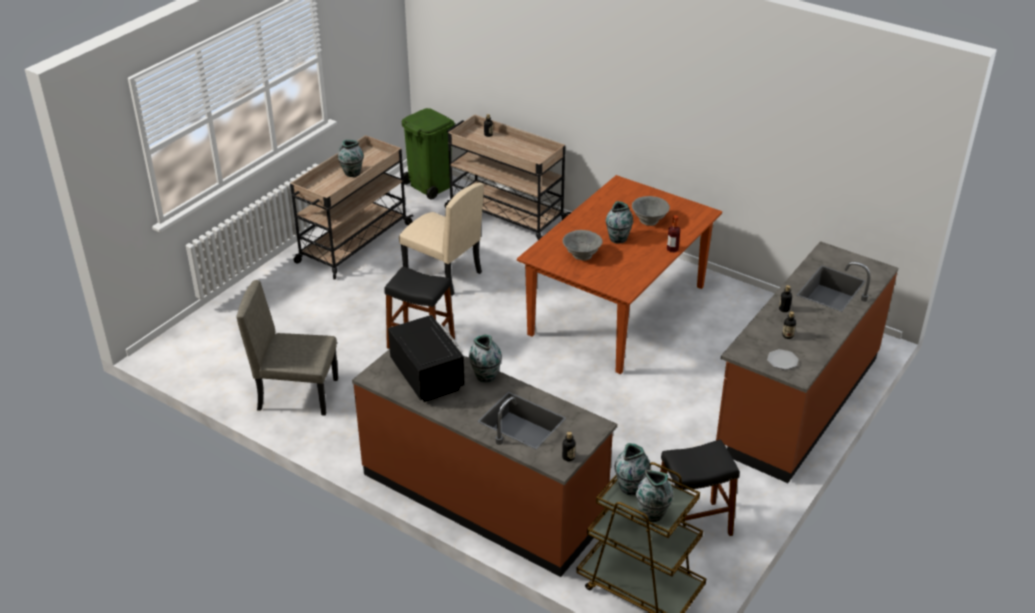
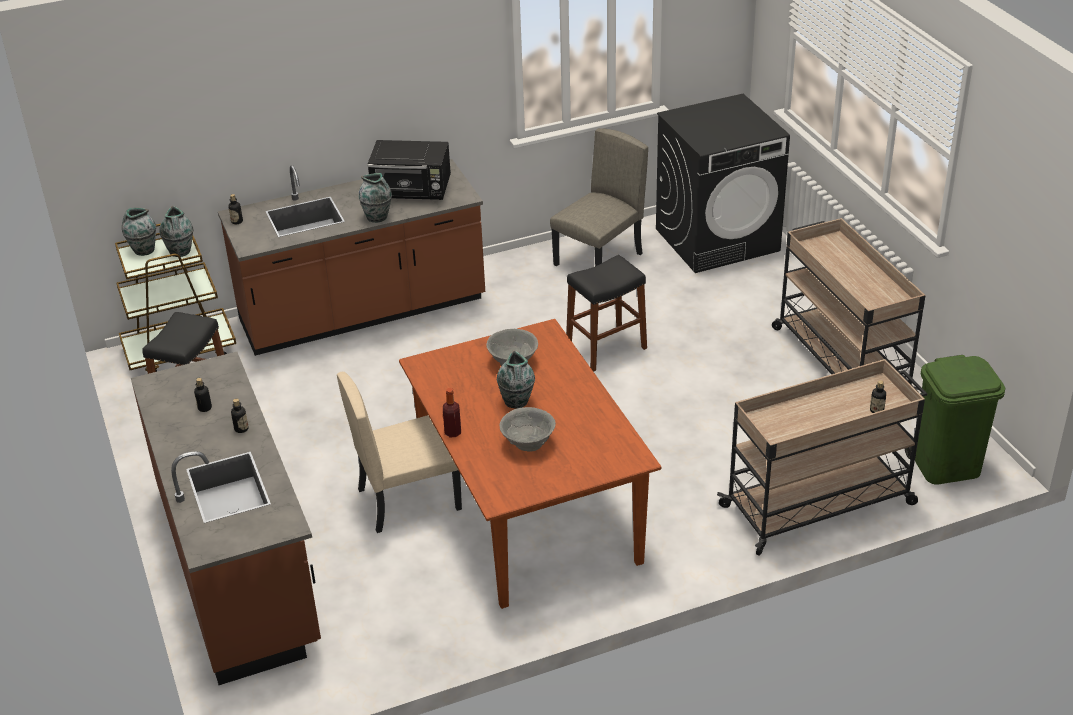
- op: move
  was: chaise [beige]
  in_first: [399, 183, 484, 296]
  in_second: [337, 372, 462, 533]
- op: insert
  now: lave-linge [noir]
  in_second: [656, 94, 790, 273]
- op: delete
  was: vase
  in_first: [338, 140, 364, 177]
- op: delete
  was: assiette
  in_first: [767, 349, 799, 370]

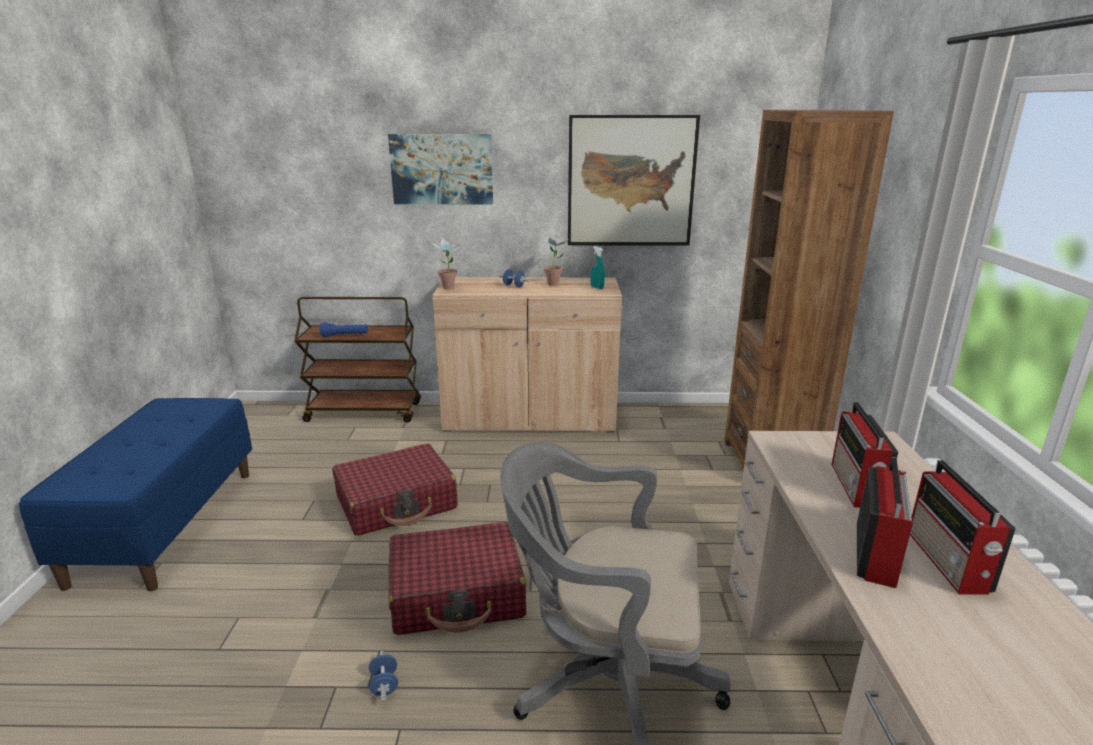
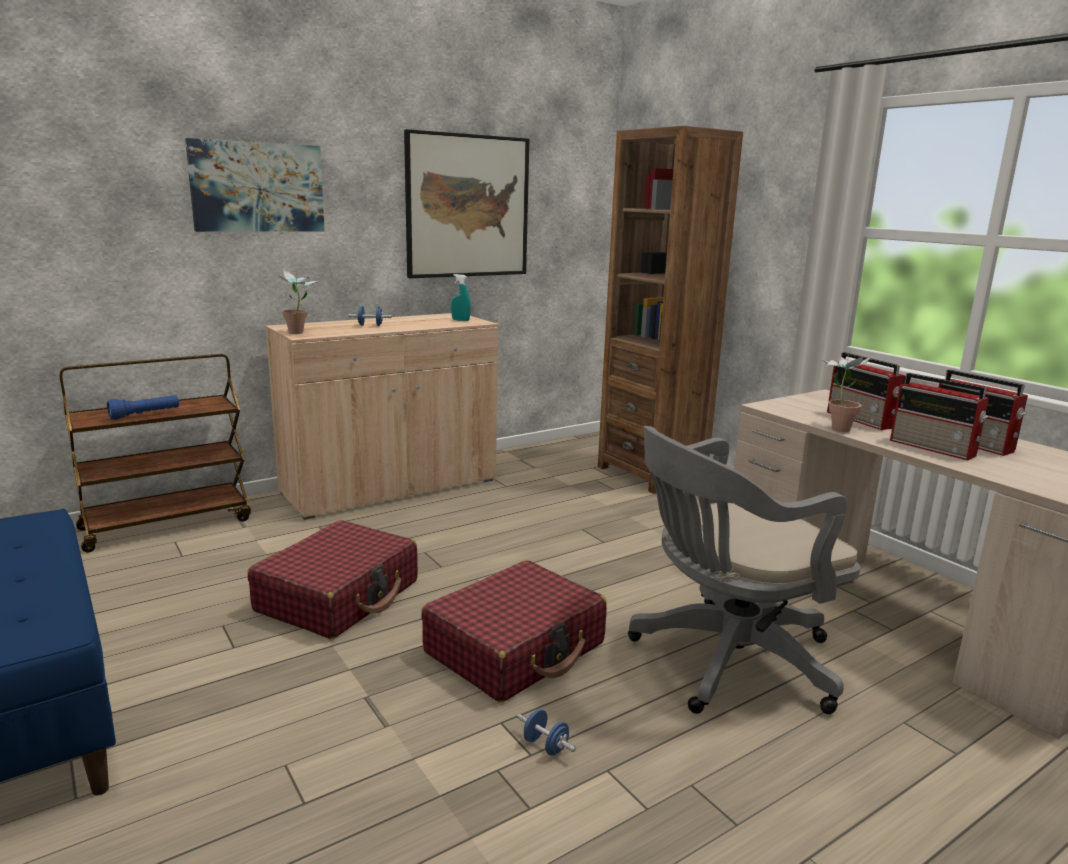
- op: move
  was: plante en pot
  in_first: [541, 234, 568, 286]
  in_second: [822, 351, 872, 432]
- op: rotate
  was: radio
  in_first: [857, 457, 913, 588]
  in_second: [890, 373, 989, 461]
  clockwise: 150

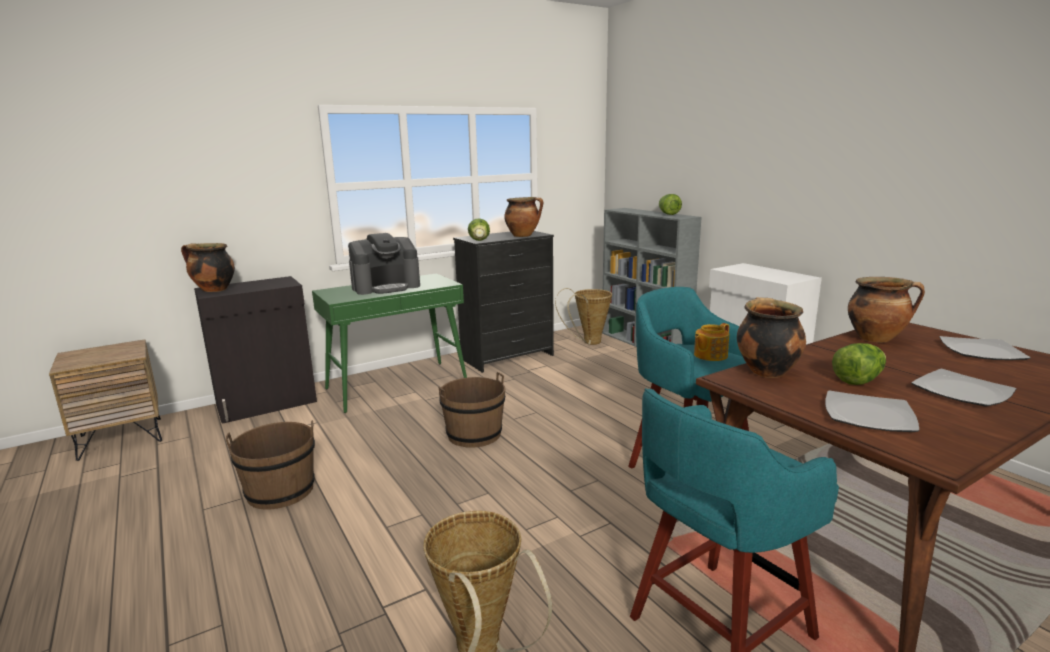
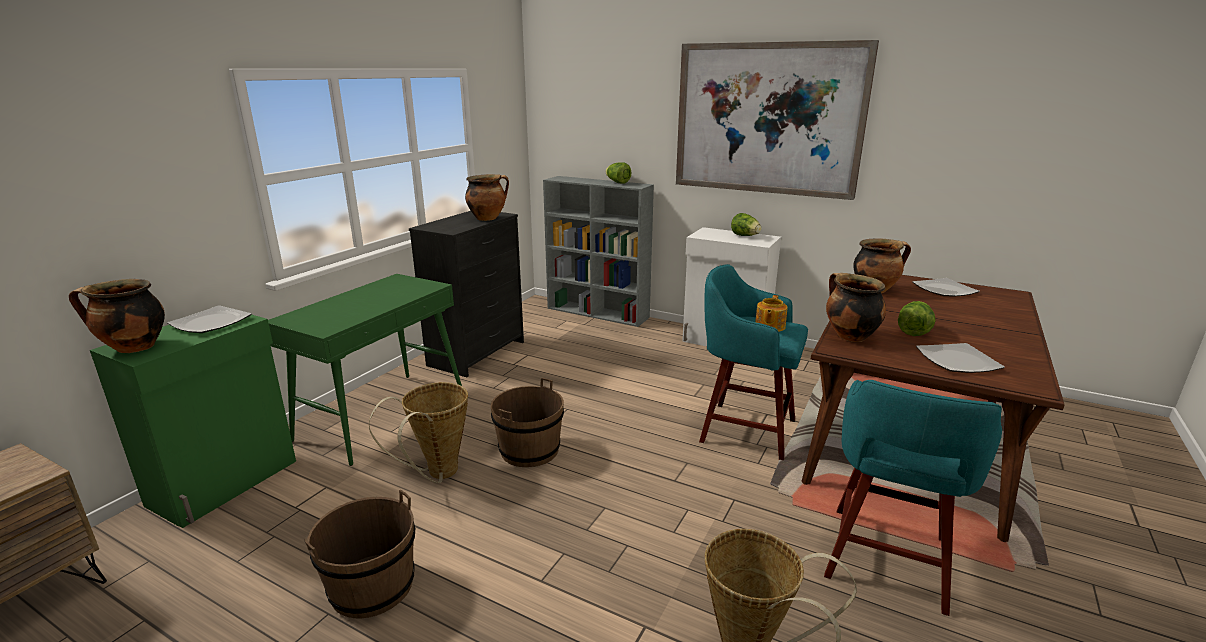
- op: recolor
  was: meuble de rangement [noir]
  now: meuble de rangement [vert]
  in_first: [194, 276, 317, 424]
  in_second: [90, 315, 296, 528]
- op: move
  was: assiette
  in_first: [911, 369, 1016, 406]
  in_second: [167, 305, 252, 333]
- op: move
  was: panier
  in_first: [555, 288, 612, 345]
  in_second: [369, 382, 468, 483]
- op: insert
  now: tableau
  in_second: [676, 40, 879, 200]
- op: move
  was: laitue
  in_first: [468, 218, 490, 241]
  in_second: [731, 213, 762, 236]
- op: delete
  was: machine à café
  in_first: [348, 233, 420, 295]

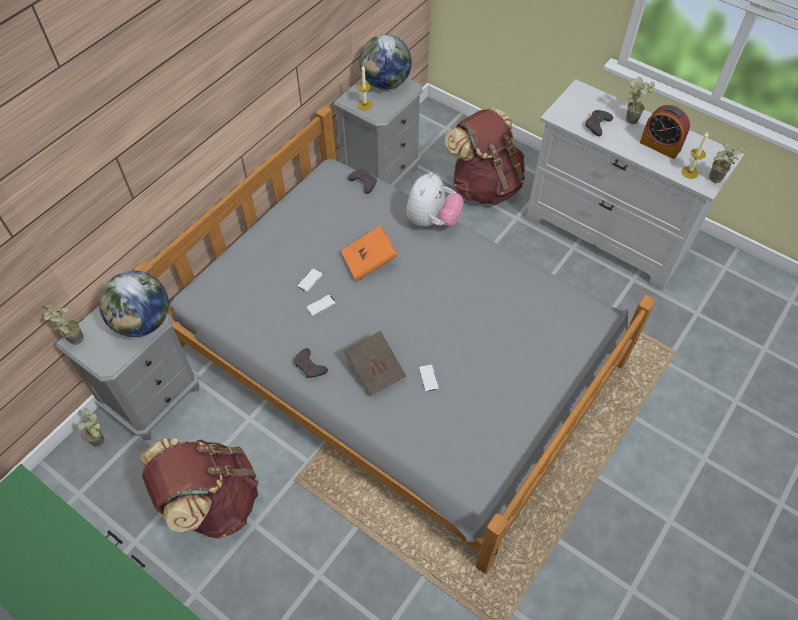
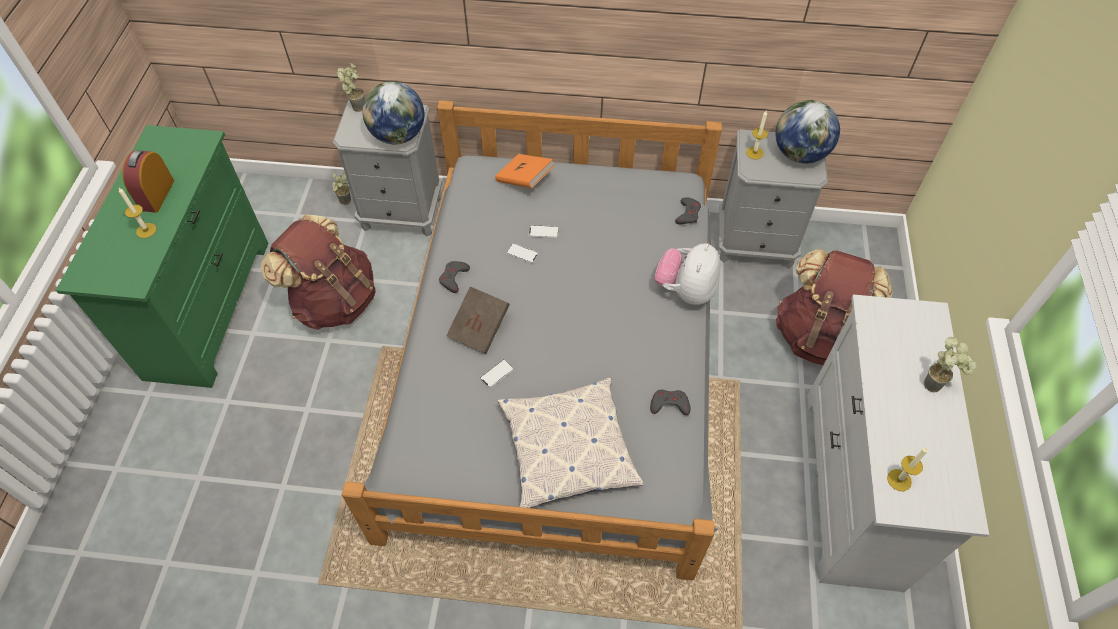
- op: insert
  now: bougie
  in_second: [119, 188, 156, 238]
- op: move
  was: réveil
  in_first: [640, 105, 690, 159]
  in_second: [123, 150, 174, 213]
- op: move
  was: livre [orange]
  in_first: [341, 225, 398, 281]
  in_second: [495, 154, 555, 188]
- op: insert
  now: coussin
  in_second: [498, 378, 644, 508]
- op: move
  was: manette [gris]
  in_first: [585, 110, 613, 136]
  in_second: [650, 390, 690, 415]
- op: rotate
  was: peluche
  in_first: [406, 172, 464, 227]
  in_second: [655, 243, 720, 305]
  clockwise: 120
- op: delete
  was: plante en pot
  in_first: [709, 143, 747, 183]

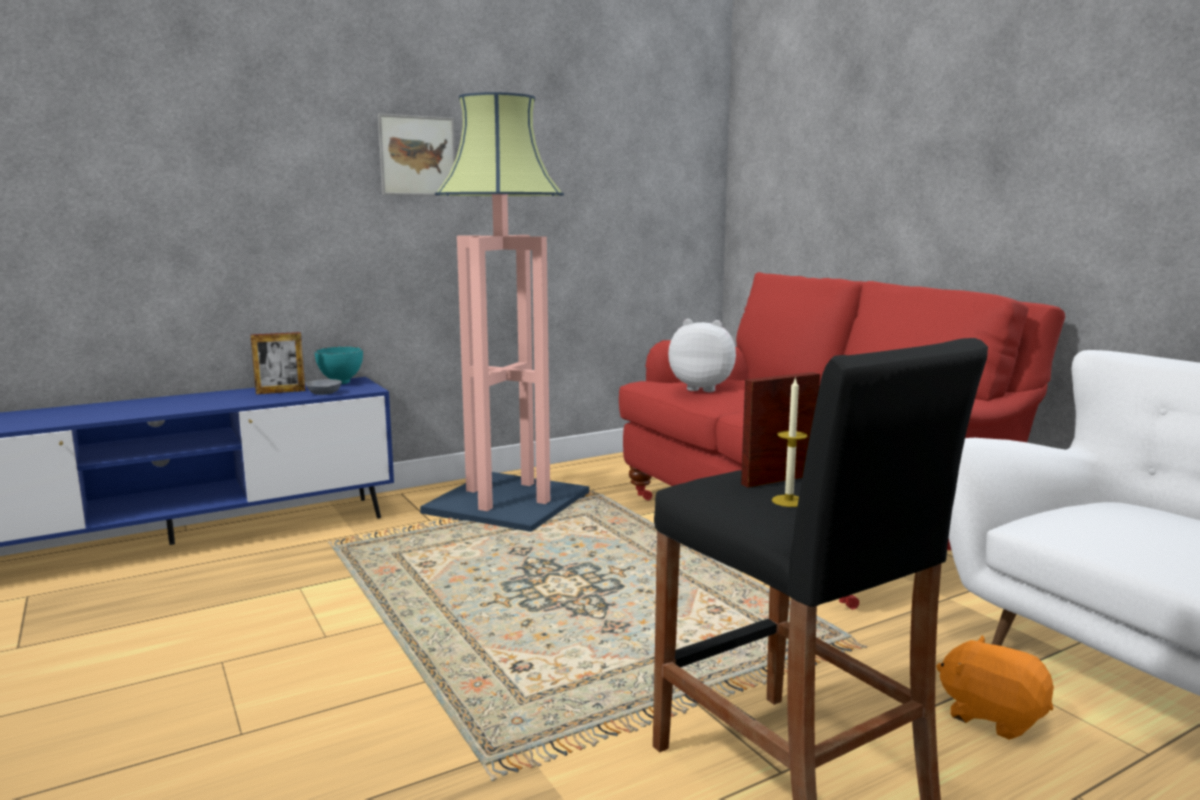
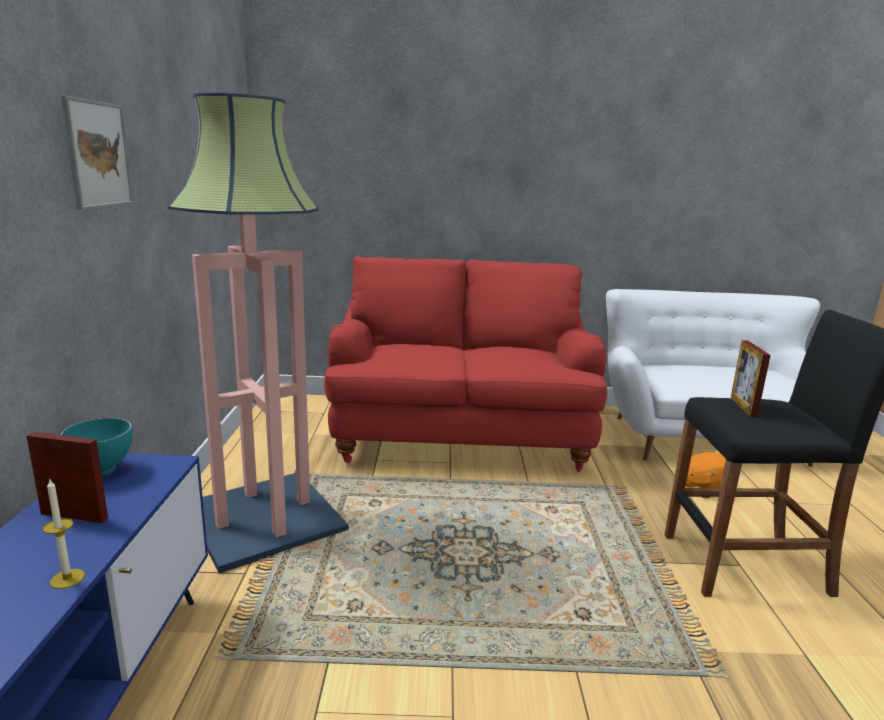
- op: rotate
  was: cadre photo
  in_first: [250, 332, 306, 394]
  in_second: [26, 432, 108, 523]
  clockwise: -90
- op: move
  was: bougie
  in_first: [772, 377, 808, 507]
  in_second: [43, 479, 85, 589]
- op: delete
  was: bol [gris]
  in_first: [305, 379, 342, 395]
- op: delete
  was: peluche
  in_first: [668, 319, 736, 392]

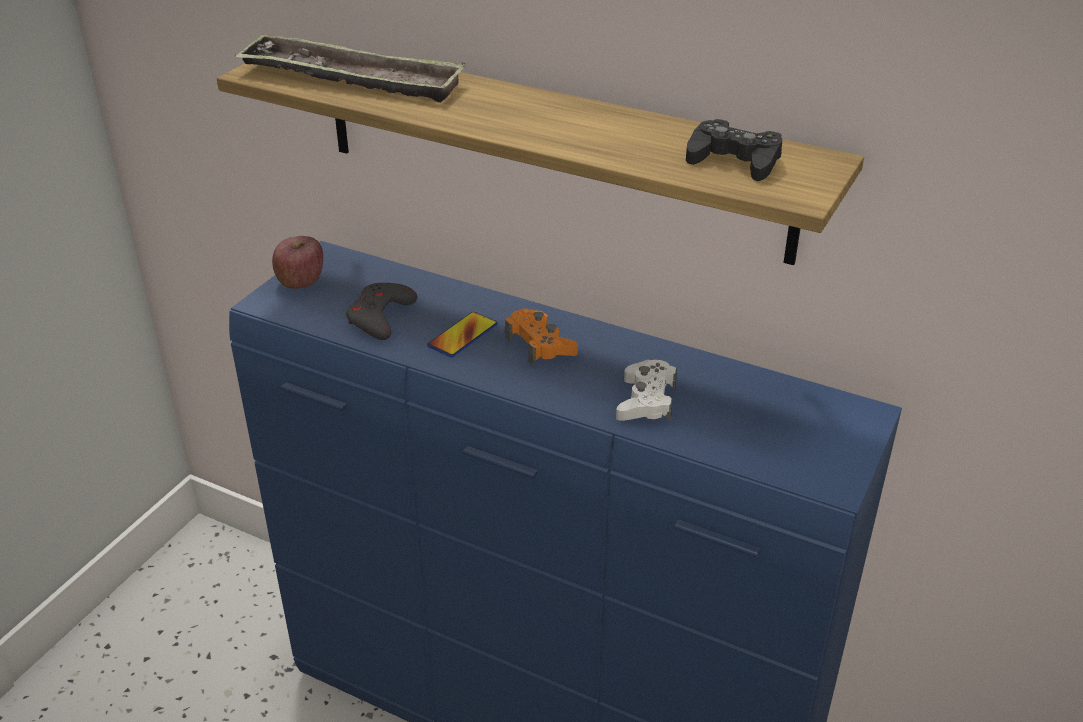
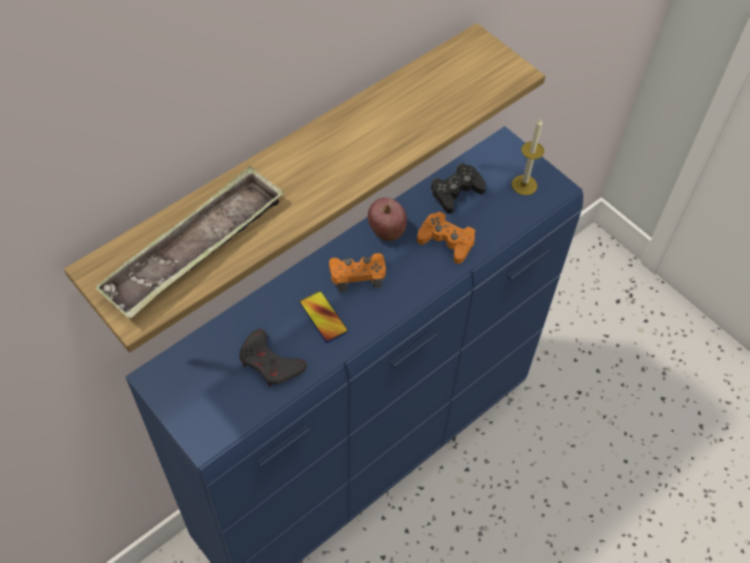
- op: move
  was: pomme
  in_first: [272, 236, 323, 289]
  in_second: [368, 198, 407, 241]
- op: recolor
  was: manette [blanc]
  now: manette [orange]
  in_first: [616, 360, 677, 422]
  in_second: [417, 212, 475, 264]
- op: move
  was: manette [noir]
  in_first: [686, 119, 783, 181]
  in_second: [431, 163, 486, 214]
- op: insert
  now: bougie
  in_second: [512, 118, 544, 195]

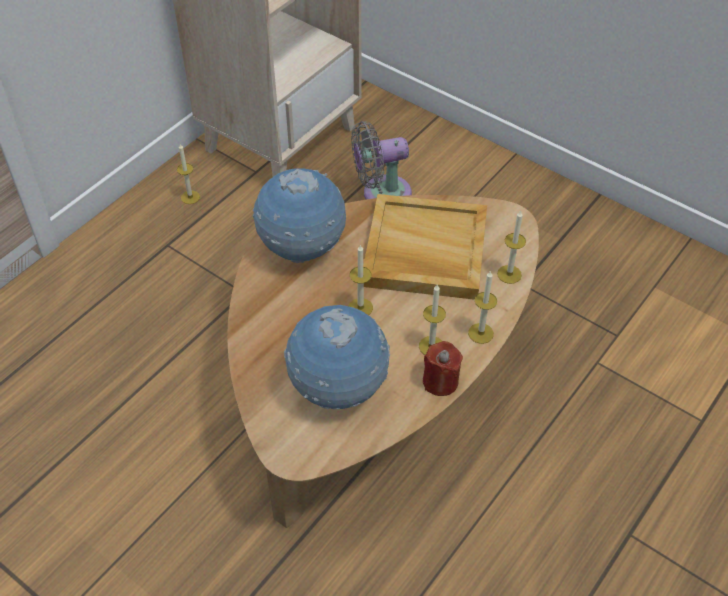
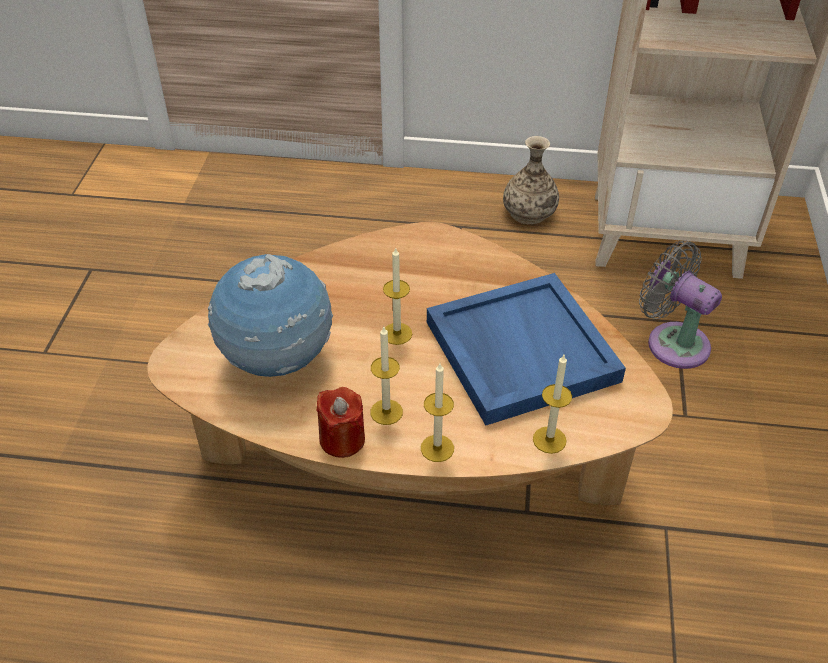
- op: recolor
  was: plateau [beige]
  now: plateau [bleu]
  in_first: [363, 194, 487, 300]
  in_second: [427, 273, 626, 425]
- op: replace
  was: bougie
  now: vase
  in_first: [177, 144, 200, 204]
  in_second: [503, 136, 559, 225]
- op: delete
  was: globe
  in_first: [253, 168, 346, 263]

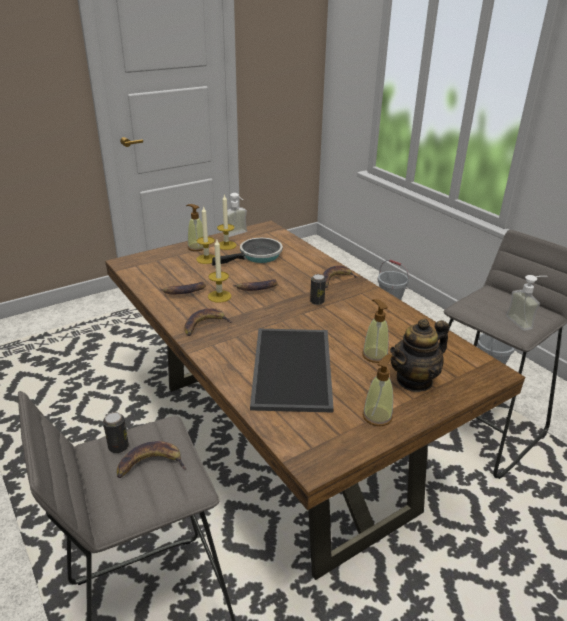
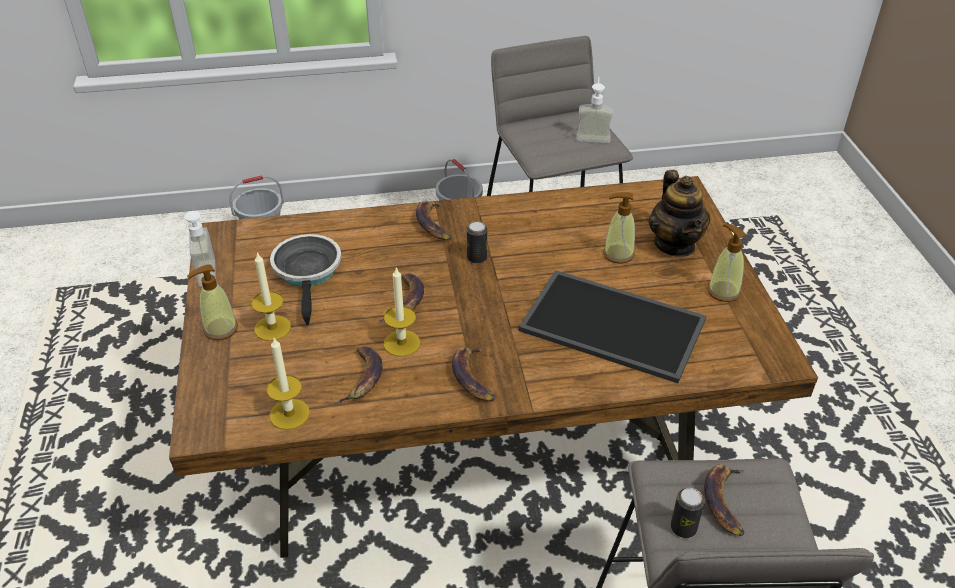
- op: move
  was: bougie
  in_first: [217, 194, 237, 250]
  in_second: [267, 338, 310, 430]

